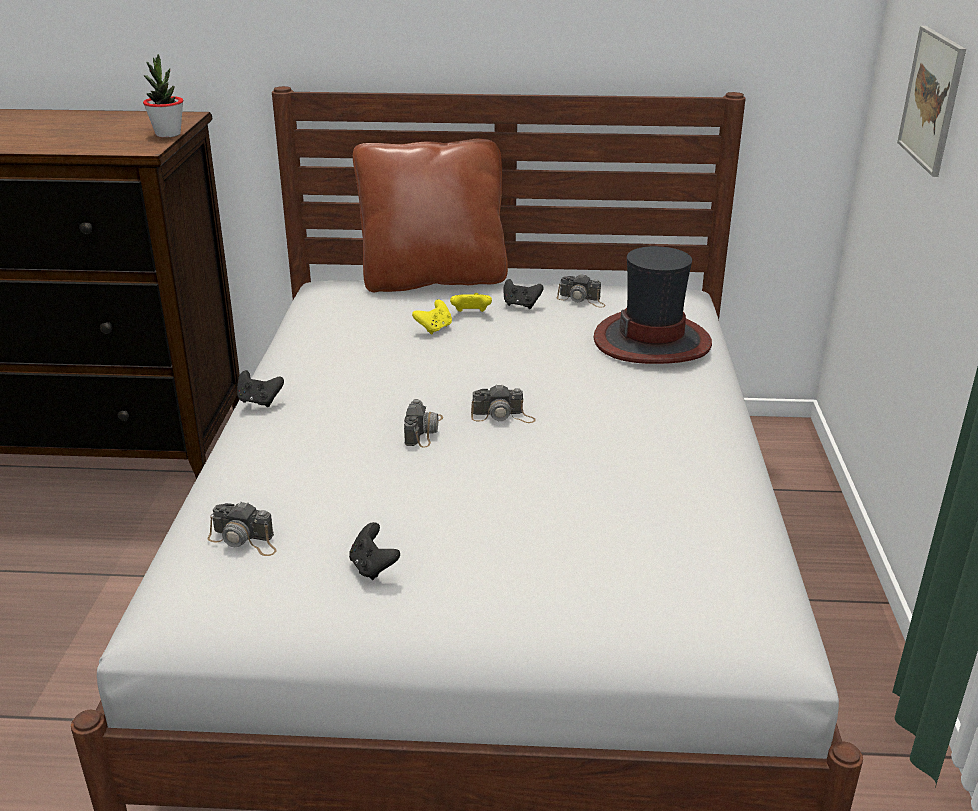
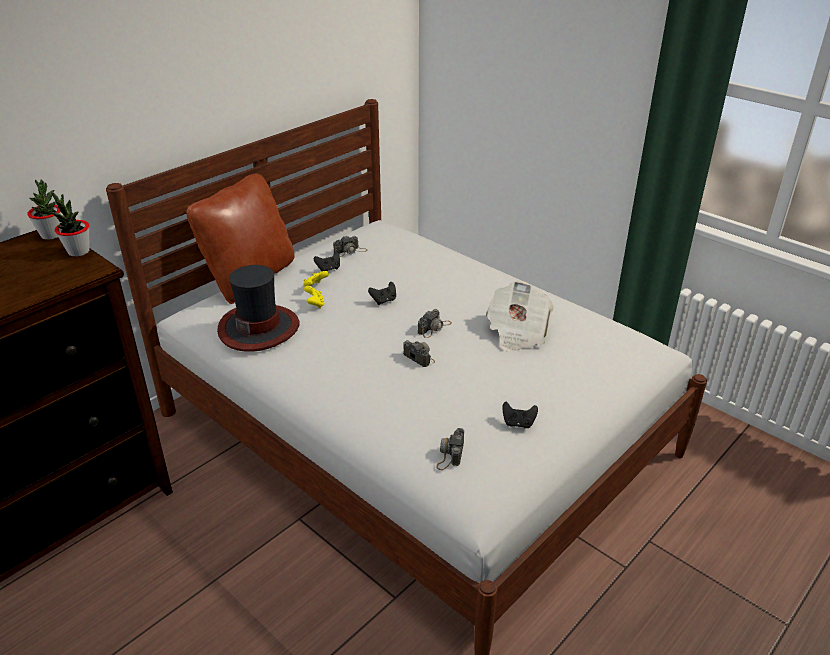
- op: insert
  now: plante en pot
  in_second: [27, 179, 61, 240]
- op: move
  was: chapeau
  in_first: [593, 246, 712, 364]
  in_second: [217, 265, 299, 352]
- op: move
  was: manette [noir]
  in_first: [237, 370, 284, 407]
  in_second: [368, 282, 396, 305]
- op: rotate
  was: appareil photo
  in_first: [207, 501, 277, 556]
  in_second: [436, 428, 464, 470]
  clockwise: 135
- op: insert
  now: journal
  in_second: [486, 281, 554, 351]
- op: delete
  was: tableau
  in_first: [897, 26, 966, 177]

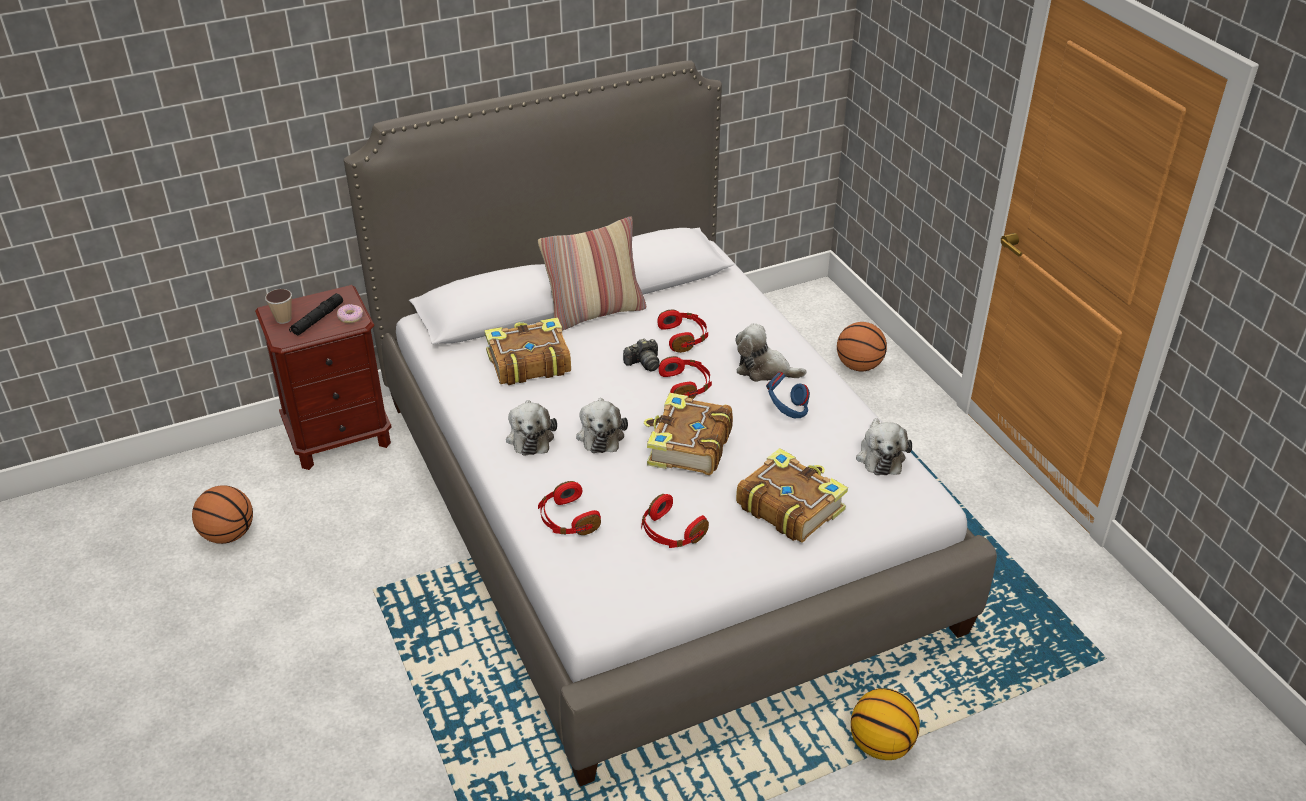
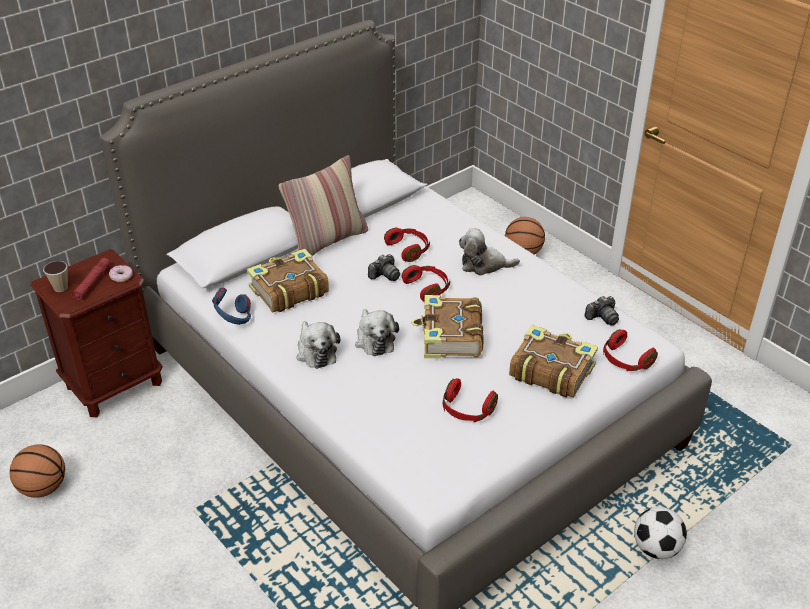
- op: recolor
  was: lampe de poche [noir]
  now: lampe de poche [rouge]
  in_first: [289, 293, 343, 336]
  in_second: [71, 258, 110, 300]
- op: move
  was: casque audio [bleu]
  in_first: [766, 372, 810, 418]
  in_second: [212, 287, 251, 325]
- op: replace
  was: peluche
  now: appareil photo
  in_first: [856, 418, 912, 475]
  in_second: [584, 296, 619, 326]
- op: move
  was: casque audio [rouge]
  in_first: [538, 481, 601, 535]
  in_second: [603, 329, 658, 371]
- op: replace
  was: ballon de basket
  now: ballon de foot
  in_first: [851, 688, 920, 760]
  in_second: [634, 507, 687, 559]

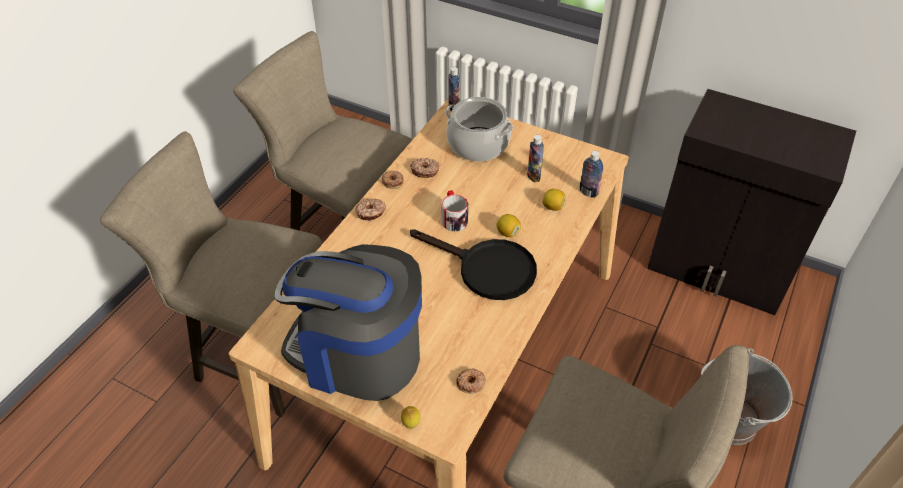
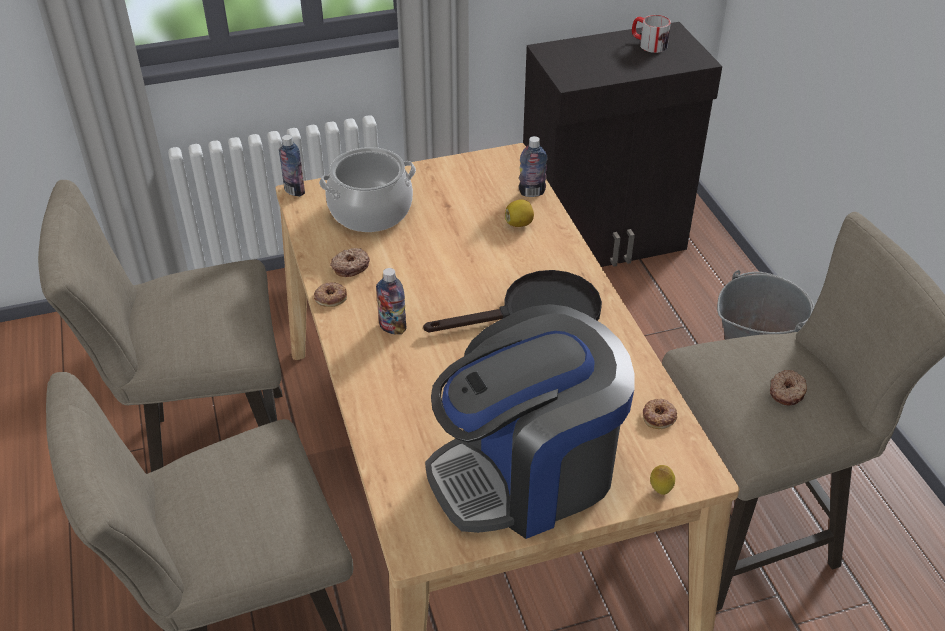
- op: move
  was: bouteille
  in_first: [527, 135, 544, 182]
  in_second: [376, 268, 406, 334]
- op: move
  was: mug
  in_first: [442, 190, 468, 232]
  in_second: [632, 15, 671, 53]
- op: move
  was: beignet
  in_first: [356, 198, 386, 221]
  in_second: [770, 370, 807, 405]
- op: delete
  was: citron
  in_first: [496, 214, 521, 237]

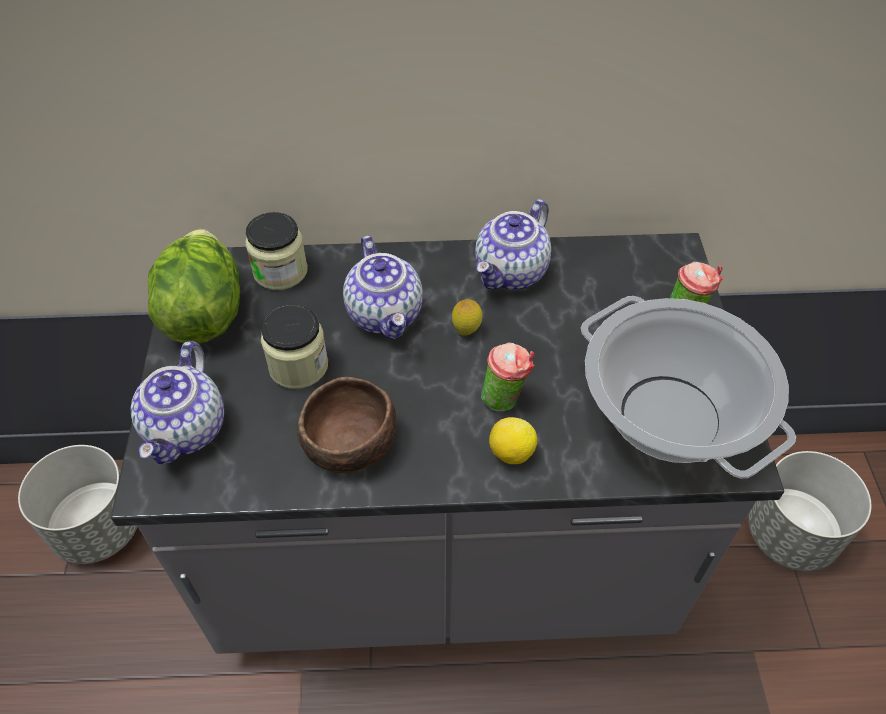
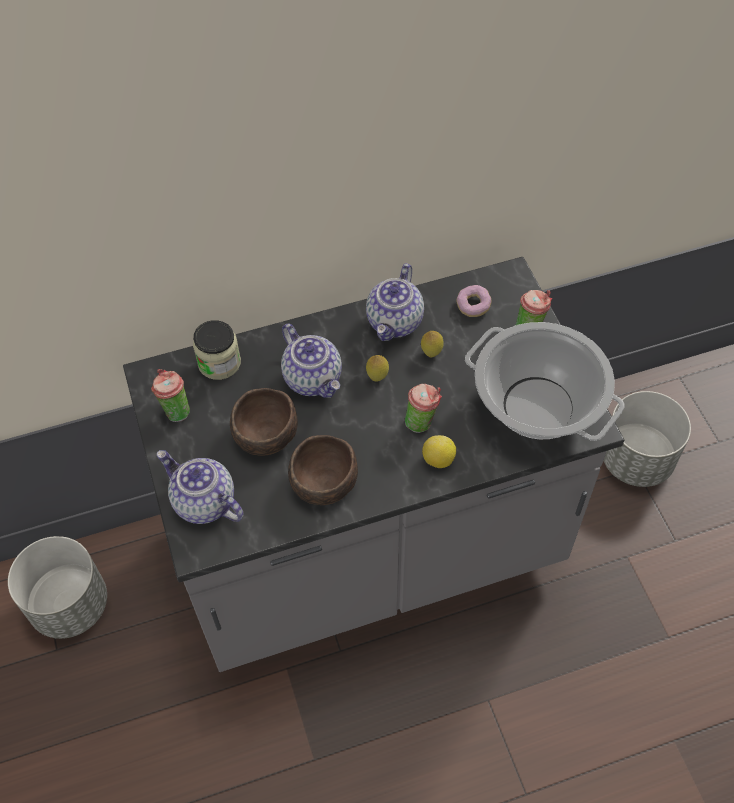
- op: replace
  was: laitue
  now: tasse
  in_first: [148, 229, 240, 344]
  in_second: [151, 369, 190, 422]
- op: rotate
  was: théière
  in_first: [131, 341, 224, 465]
  in_second: [157, 450, 244, 524]
  clockwise: 135
- op: replace
  was: bocal
  now: bol [marron]
  in_first: [261, 305, 328, 389]
  in_second: [230, 388, 298, 455]
- op: insert
  now: citron
  in_second: [421, 331, 444, 357]
- op: insert
  now: beignet
  in_second: [457, 285, 492, 317]

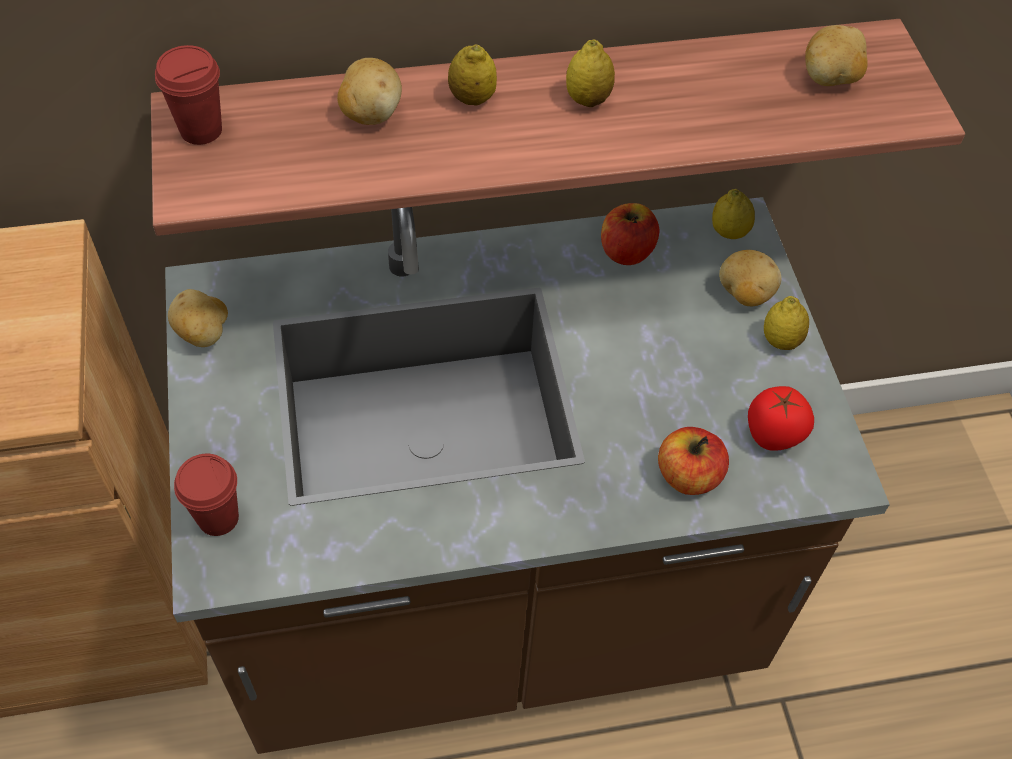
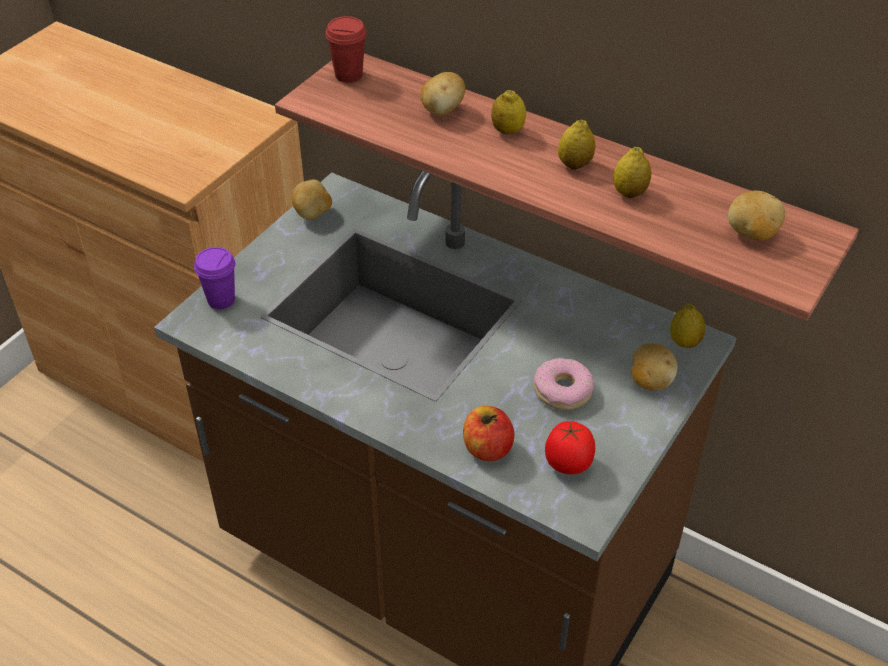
- op: recolor
  was: tasse [rouge]
  now: tasse [violet]
  in_first: [174, 454, 239, 536]
  in_second: [194, 247, 236, 309]
- op: insert
  now: beignet
  in_second: [534, 358, 594, 410]
- op: move
  was: citron
  in_first: [764, 296, 809, 350]
  in_second: [613, 147, 651, 198]
- op: delete
  was: pomme
  in_first: [601, 203, 659, 265]

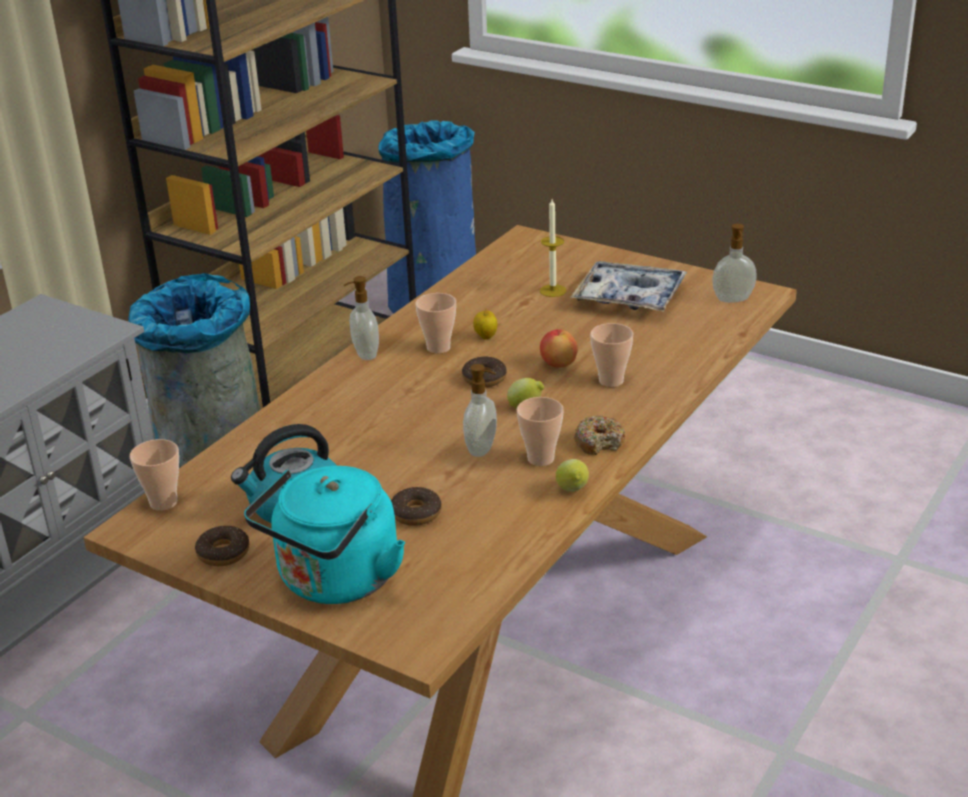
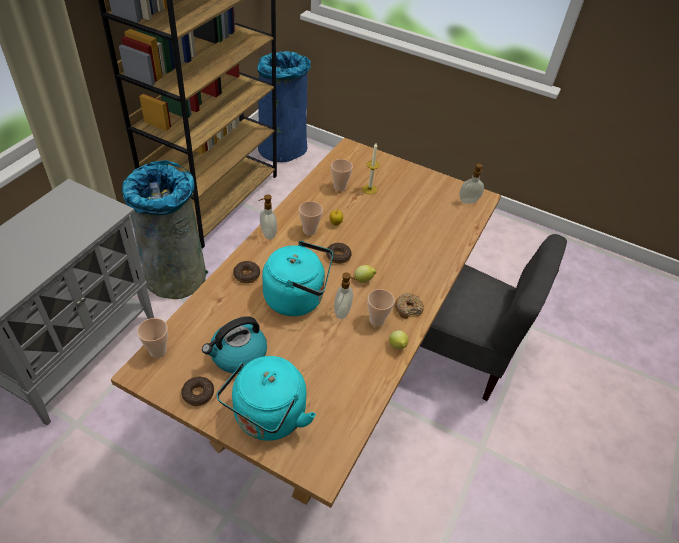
- op: move
  was: beignet
  in_first: [391, 487, 442, 526]
  in_second: [233, 261, 260, 283]
- op: insert
  now: bouilloire [turquoise]
  in_second: [262, 241, 333, 316]
- op: move
  was: tasse
  in_first: [590, 323, 634, 387]
  in_second: [331, 159, 353, 191]
- op: insert
  now: chaise [gris]
  in_second: [420, 234, 567, 401]
- op: delete
  was: pomme
  in_first: [540, 329, 578, 368]
- op: delete
  was: plateau
  in_first: [570, 261, 687, 312]

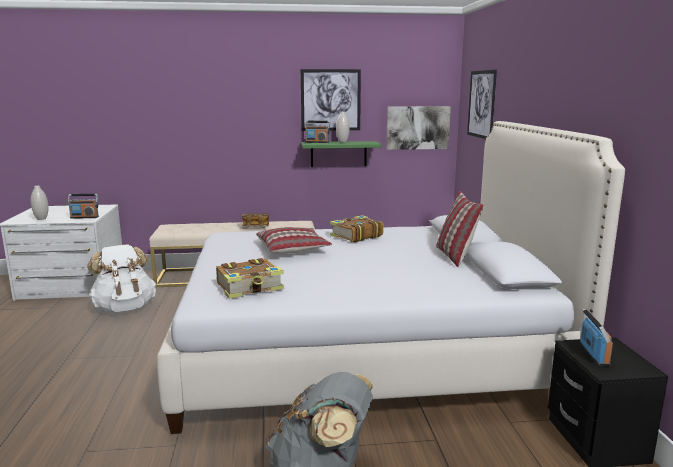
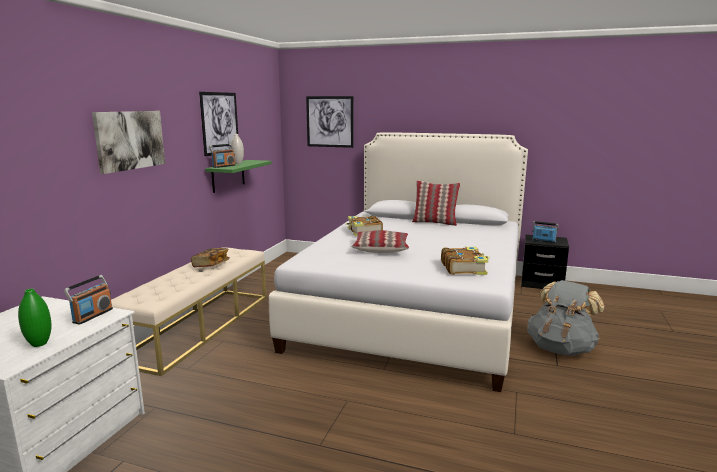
- op: recolor
  was: vase [blanc]
  now: vase [vert]
  in_first: [30, 186, 49, 220]
  in_second: [18, 289, 51, 347]
- op: move
  was: tableau
  in_first: [386, 106, 451, 150]
  in_second: [92, 111, 165, 174]
- op: delete
  was: sac à dos [blanc]
  in_first: [87, 244, 156, 312]

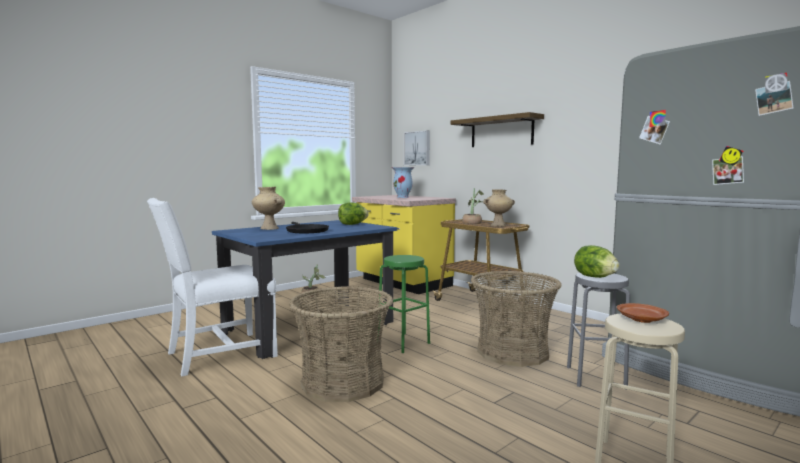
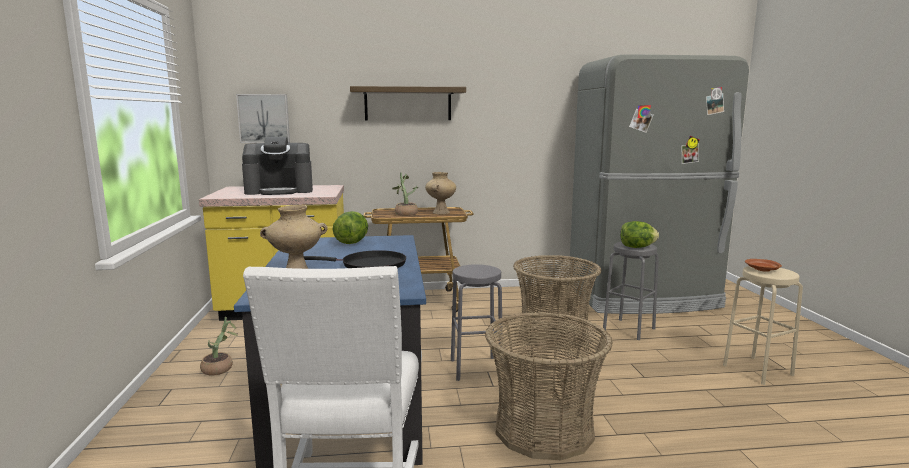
- op: replace
  was: vase
  now: machine à café
  in_first: [392, 167, 414, 198]
  in_second: [242, 137, 313, 195]
- op: recolor
  was: tabouret [vert]
  now: tabouret [gris]
  in_first: [377, 255, 430, 353]
  in_second: [451, 264, 503, 381]

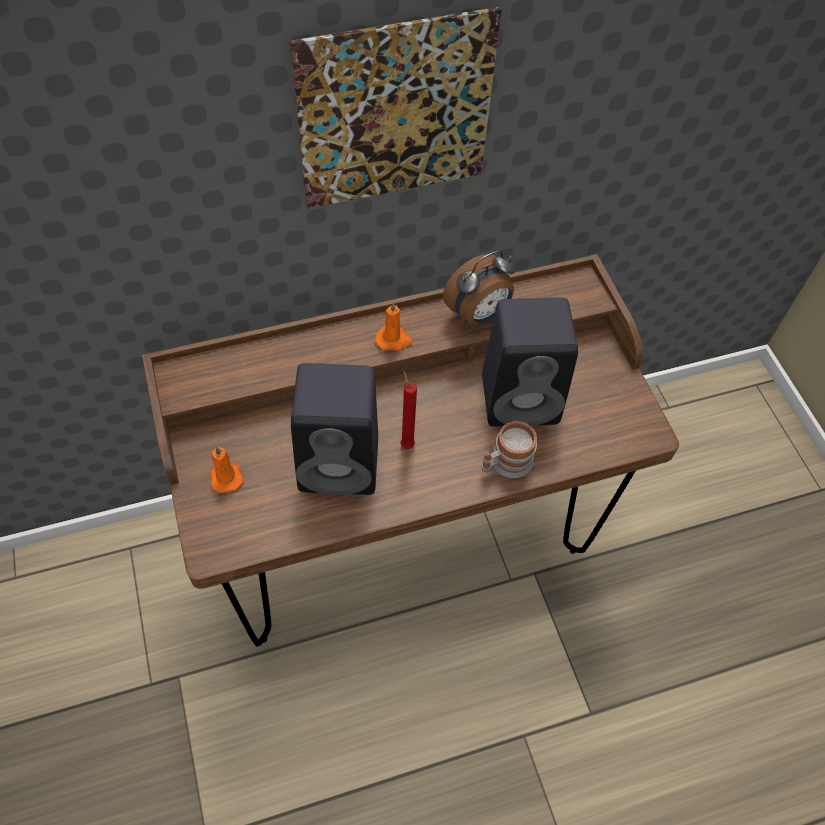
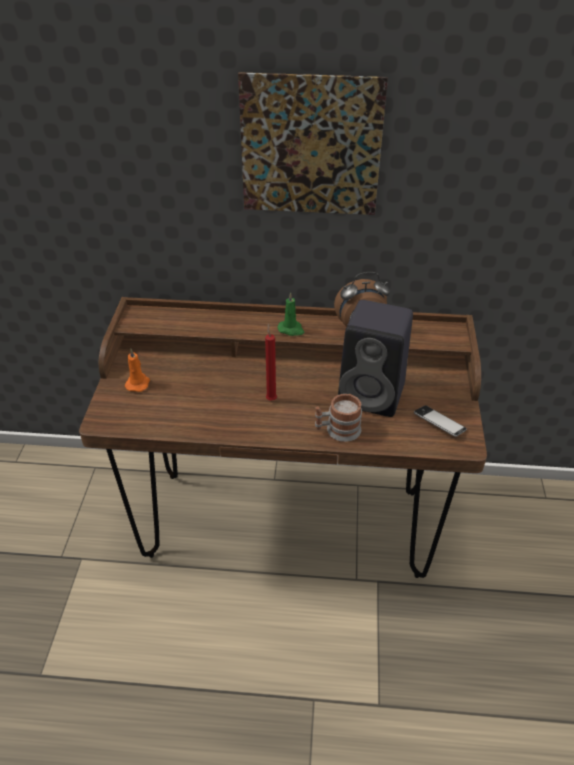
- op: recolor
  was: bougie [orange]
  now: bougie [vert]
  in_first: [375, 302, 413, 351]
  in_second: [277, 292, 304, 336]
- op: insert
  now: téléphone
  in_second: [414, 405, 467, 437]
- op: delete
  was: enceinte [noir]
  in_first: [291, 363, 378, 495]

